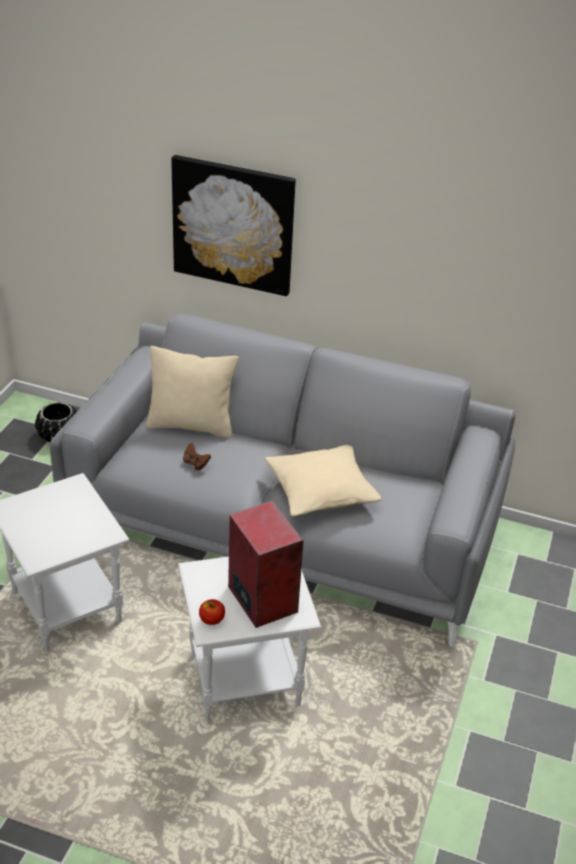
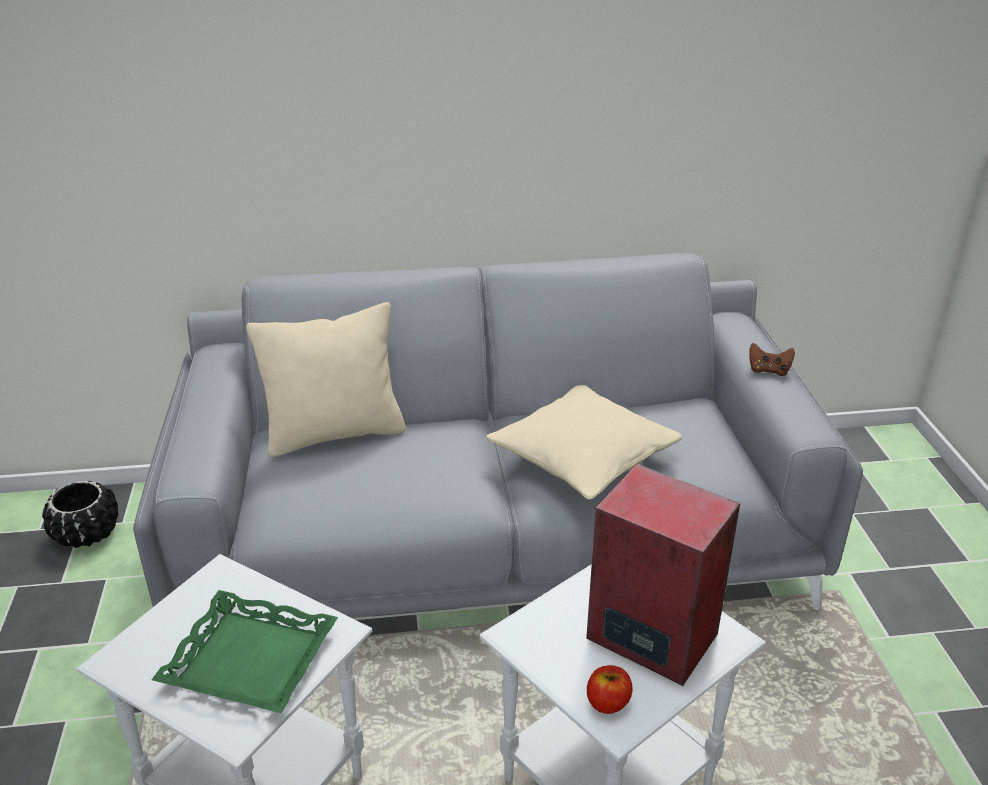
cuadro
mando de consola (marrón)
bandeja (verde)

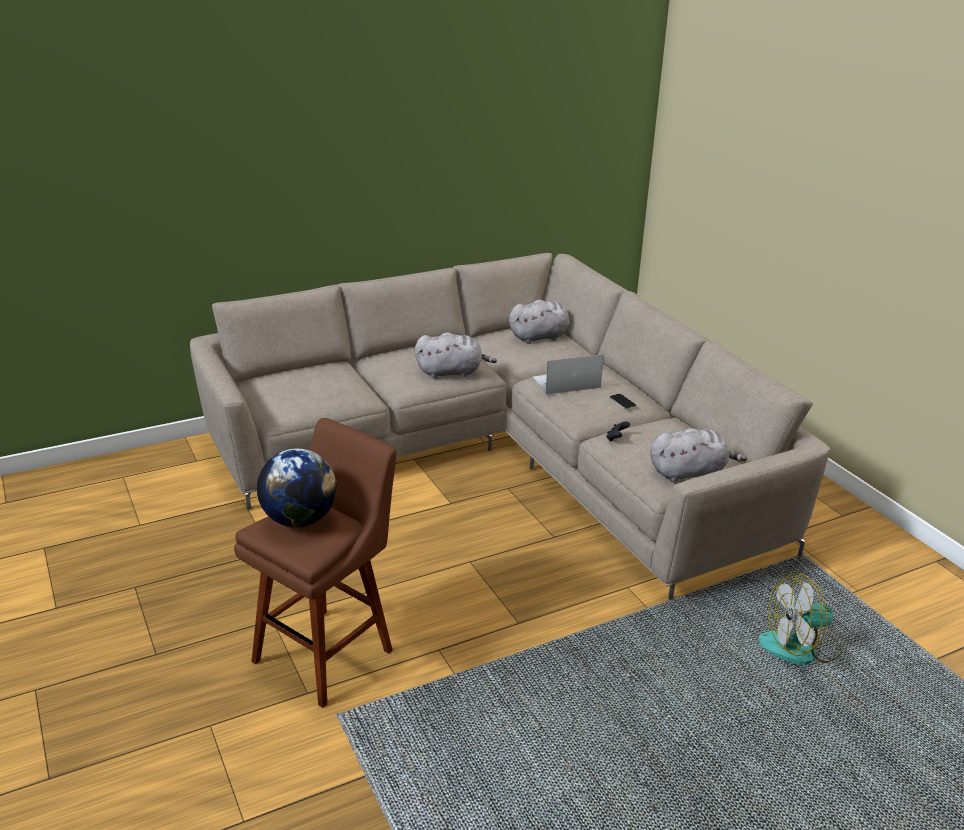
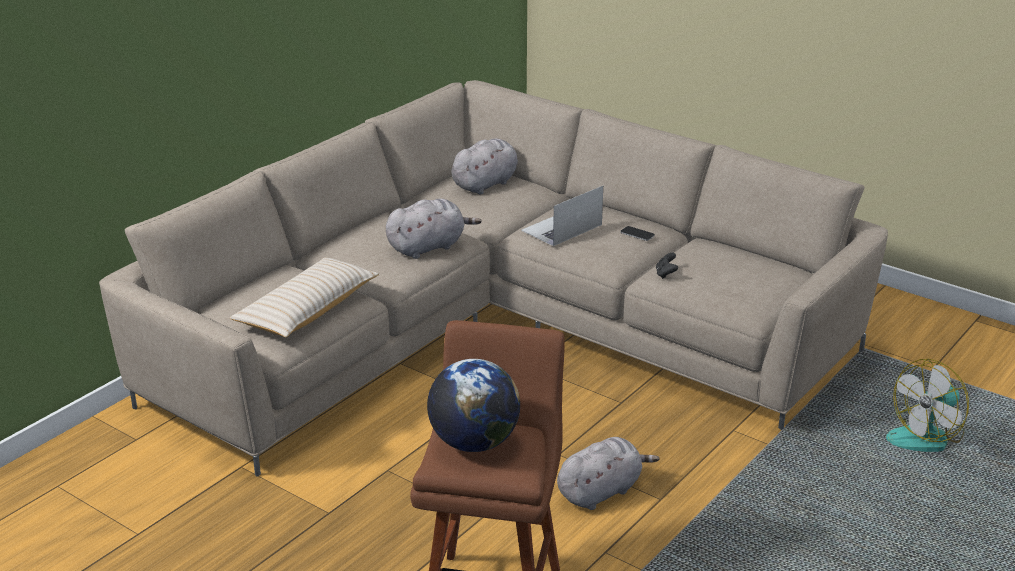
peluche (gris) (no. 3 from left)
cojín (beis)

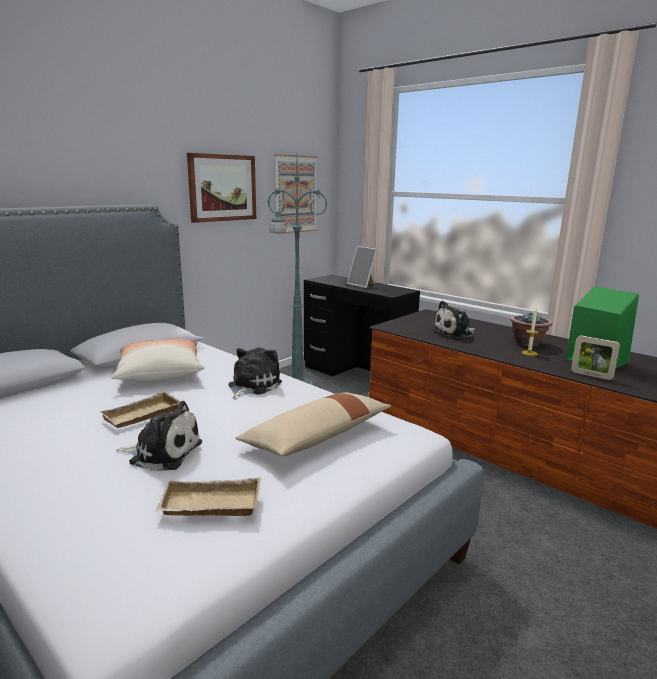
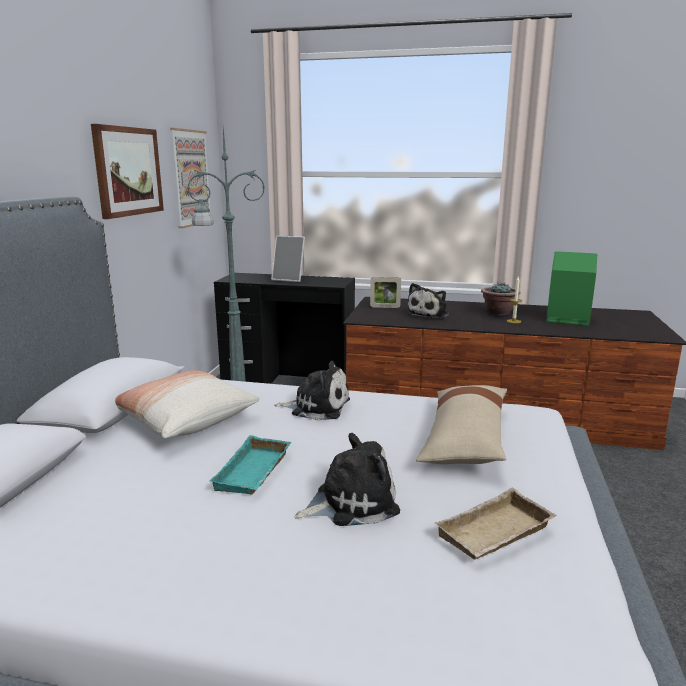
portarretratos (no. 2 from left)
peluche (no. 1 from left)
bandeja (turquesa)

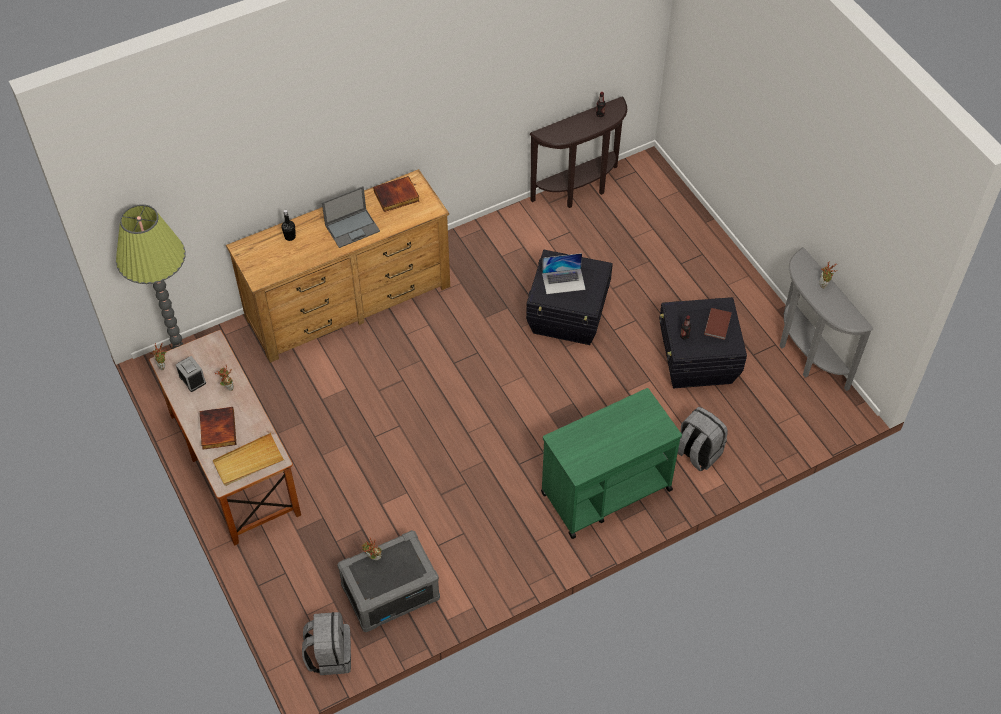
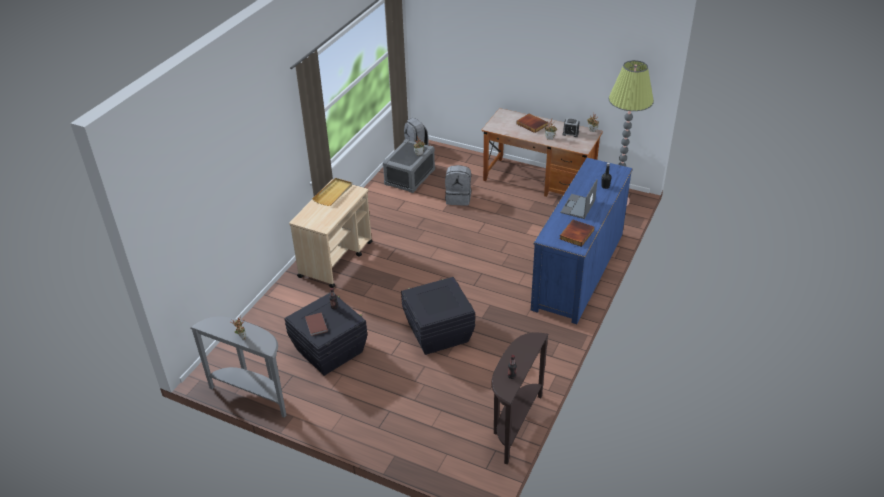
cómoda (azul)
portátil (no. 2 from left in the first image)
carrito (beis)
mochila (gris) (no. 2 from left)
bandeja (beis)

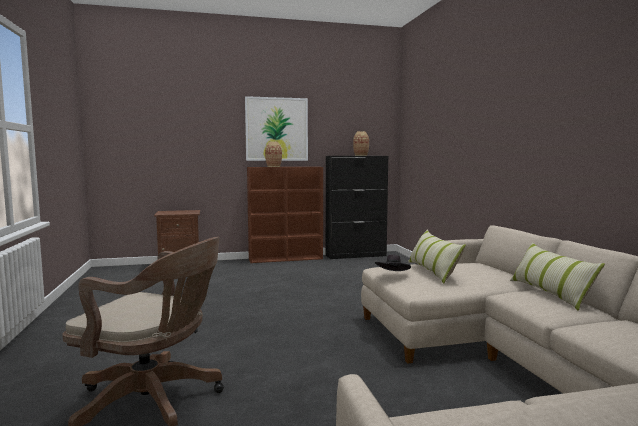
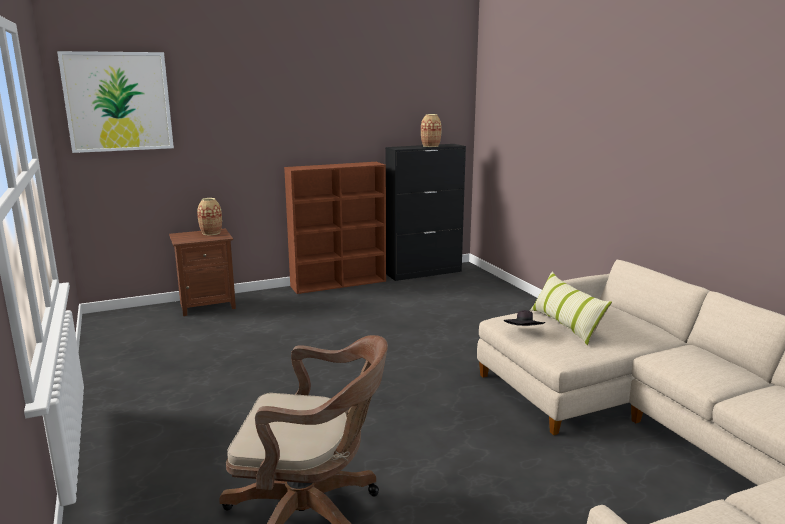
cuadro
florero (no. 1 from left)
cojín (no. 2 from left in the first image)

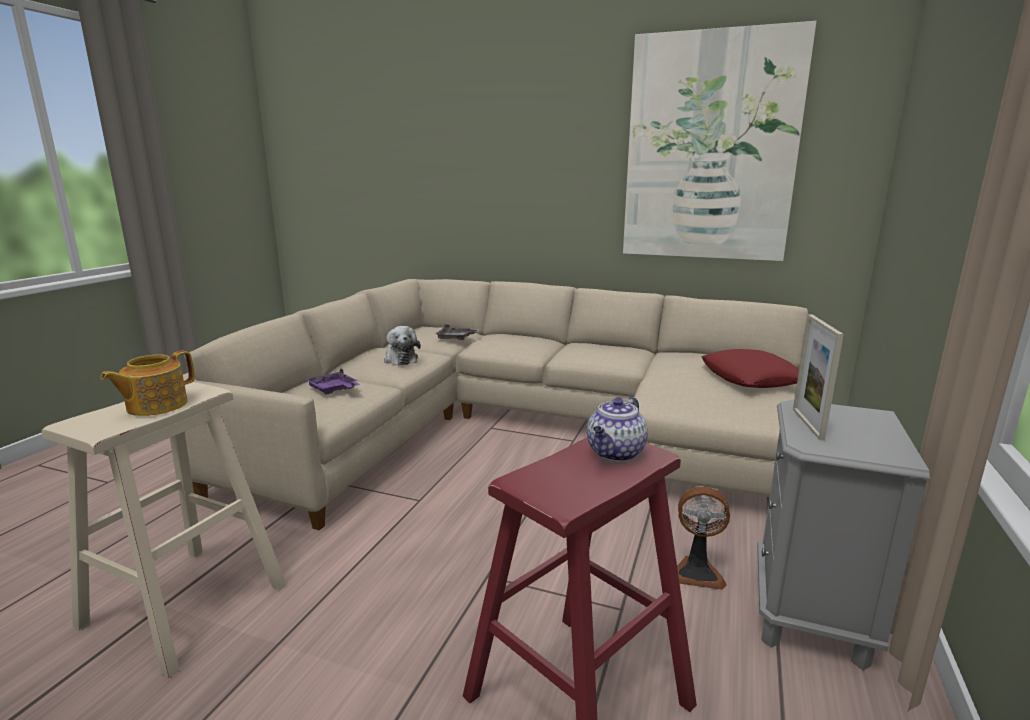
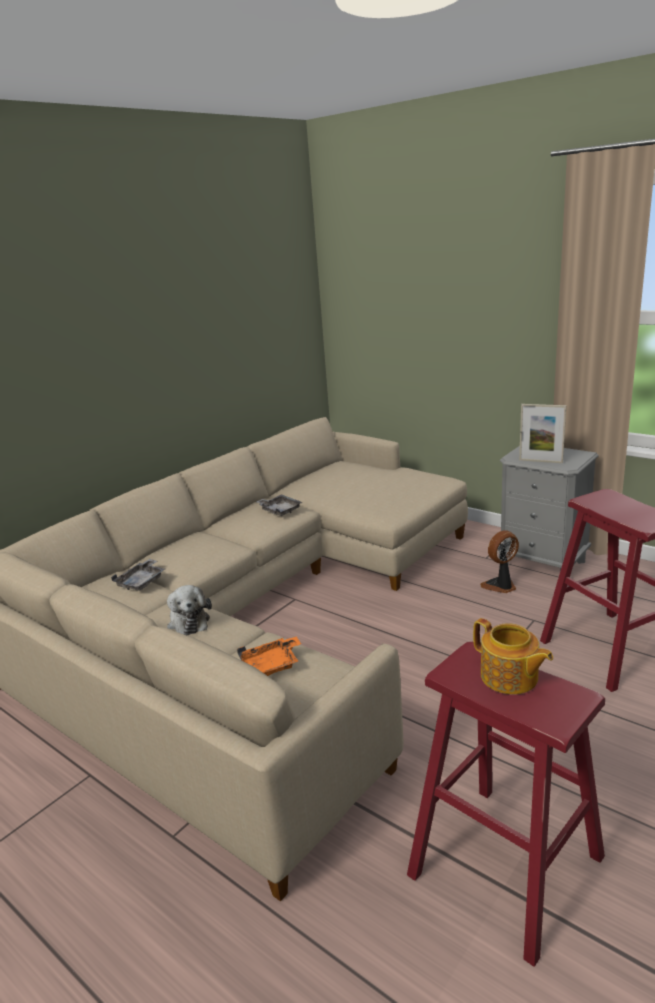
cuadro
peluche
cojín (rojo)
bandeja (naranja)
taburete (rojo) (no. 1 from left)
tetera (no. 2 from left in the first image)
ventilador
bandeja (gris) (no. 2 from left)

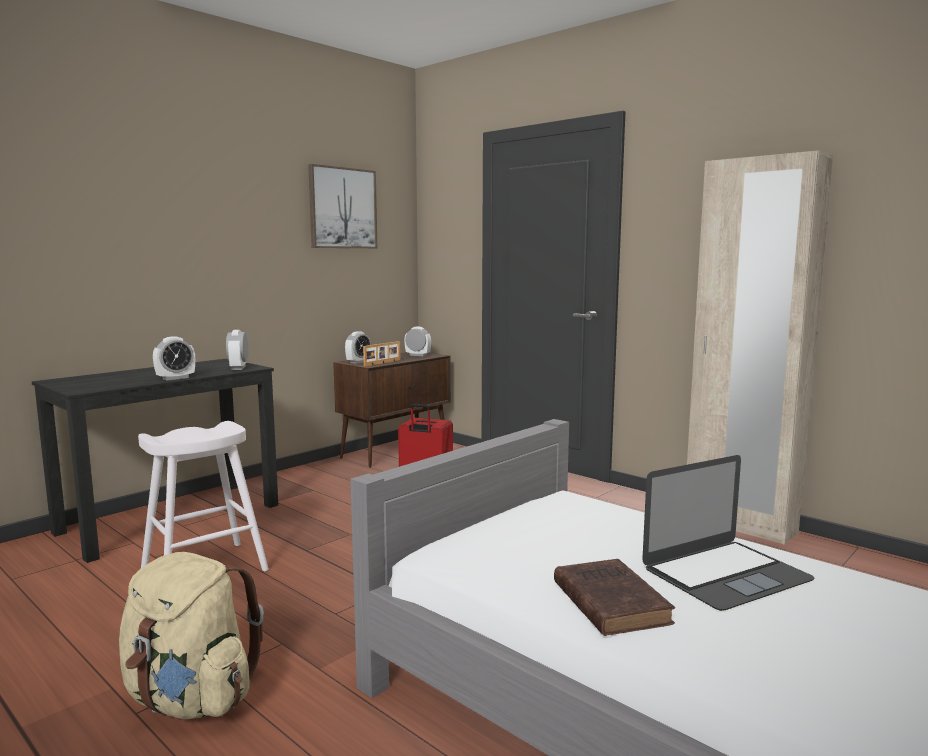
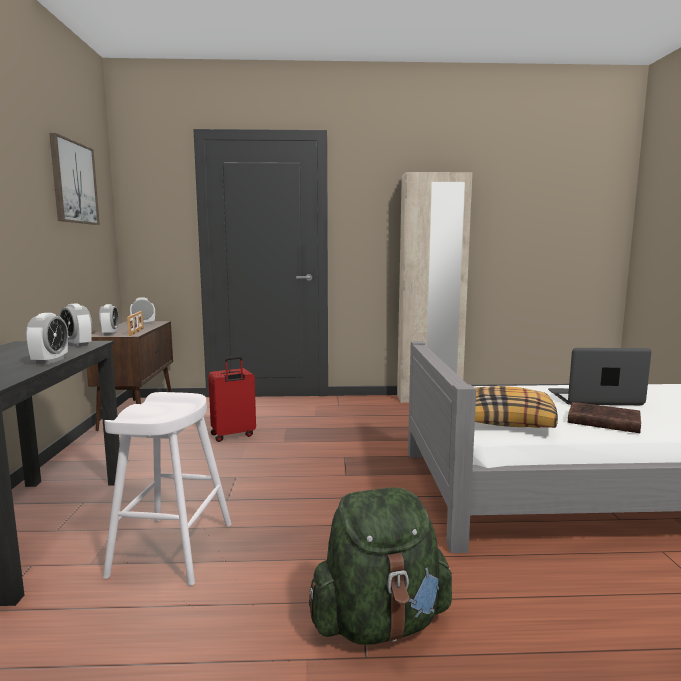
portátil
mochila (verde)
cojín

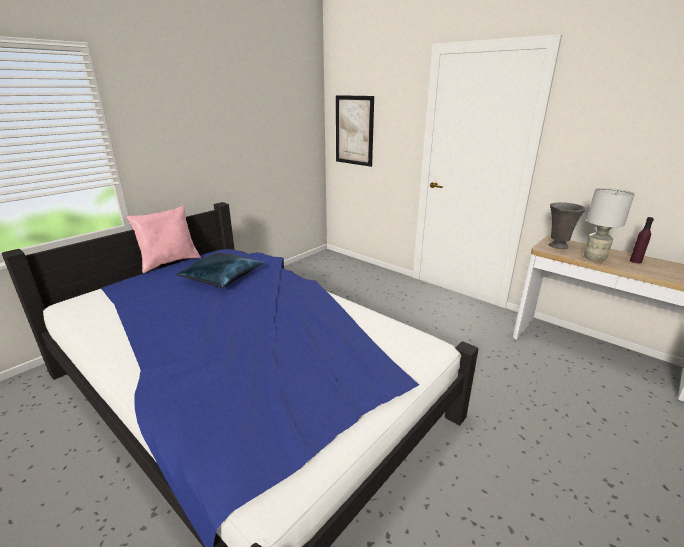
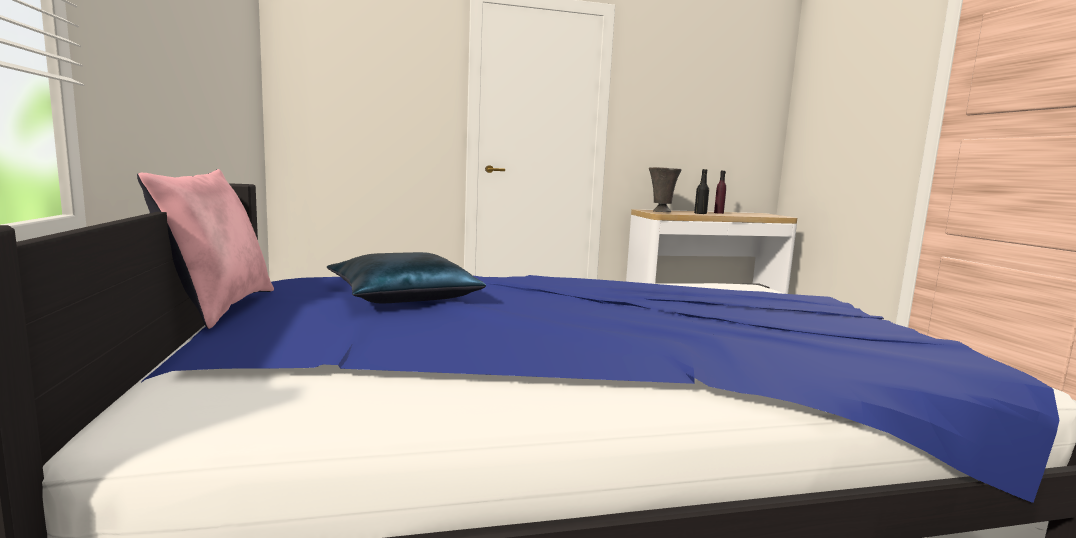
cuadro
botella (negro)

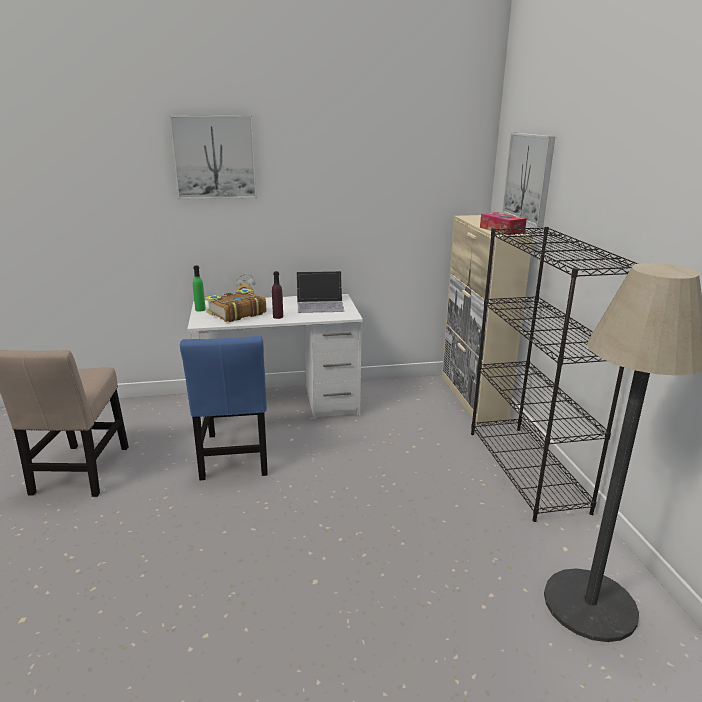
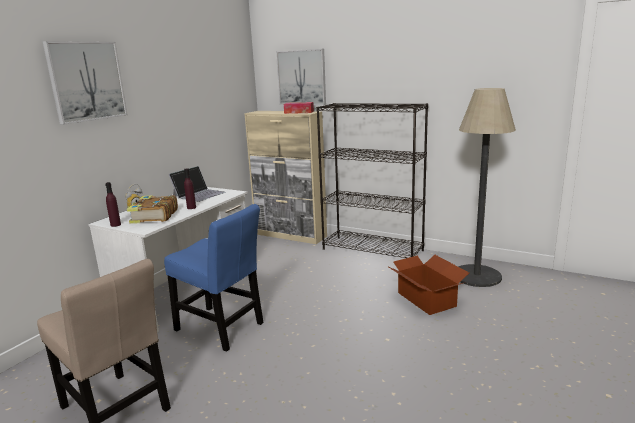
botella (morado) (no. 1 from left)
caja de cartón

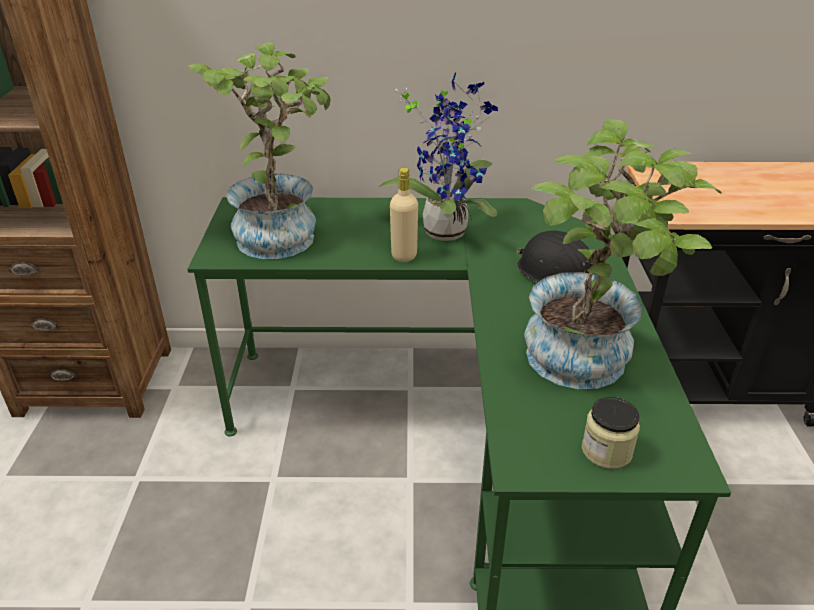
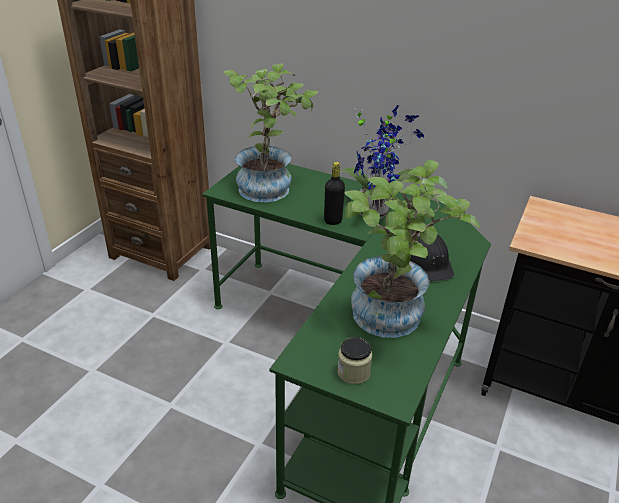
botella (negro)

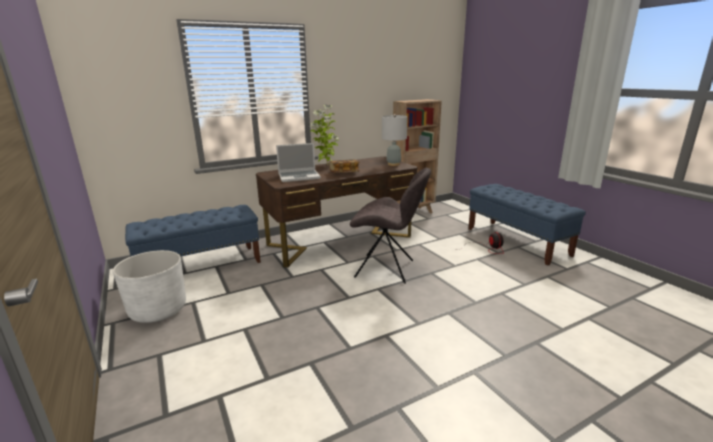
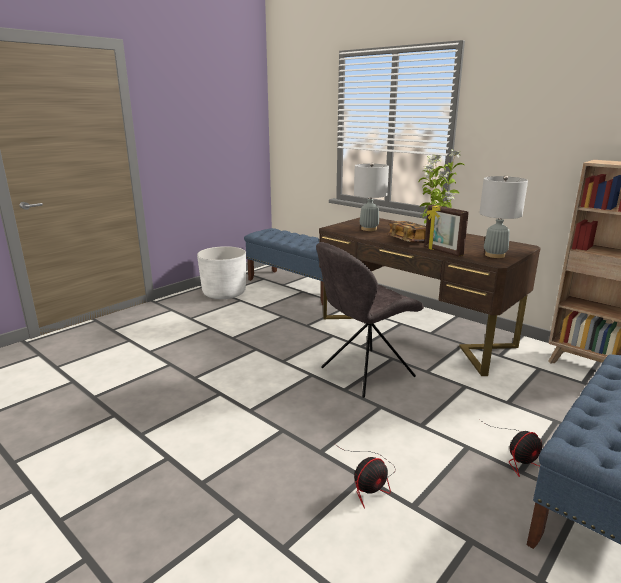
lámpara de mesa (gris) (no. 1 from left)
silla (gris)
portarretratos
ventilador (no. 1 from left)

